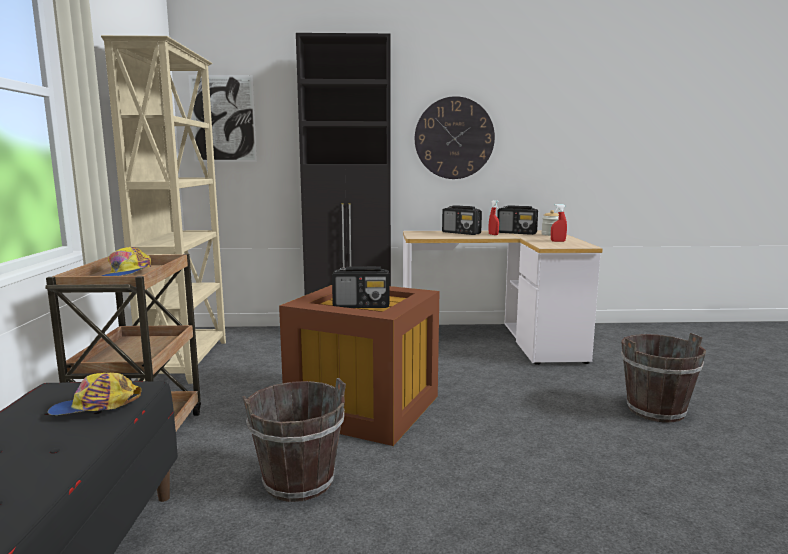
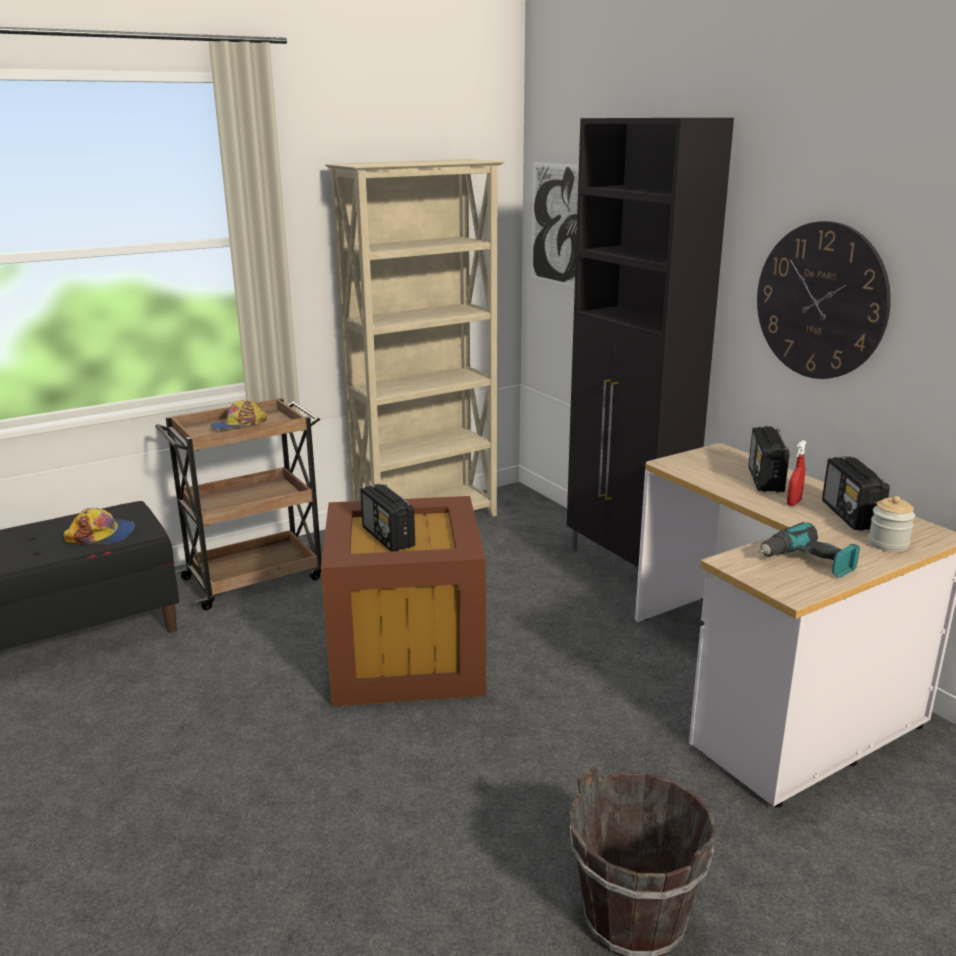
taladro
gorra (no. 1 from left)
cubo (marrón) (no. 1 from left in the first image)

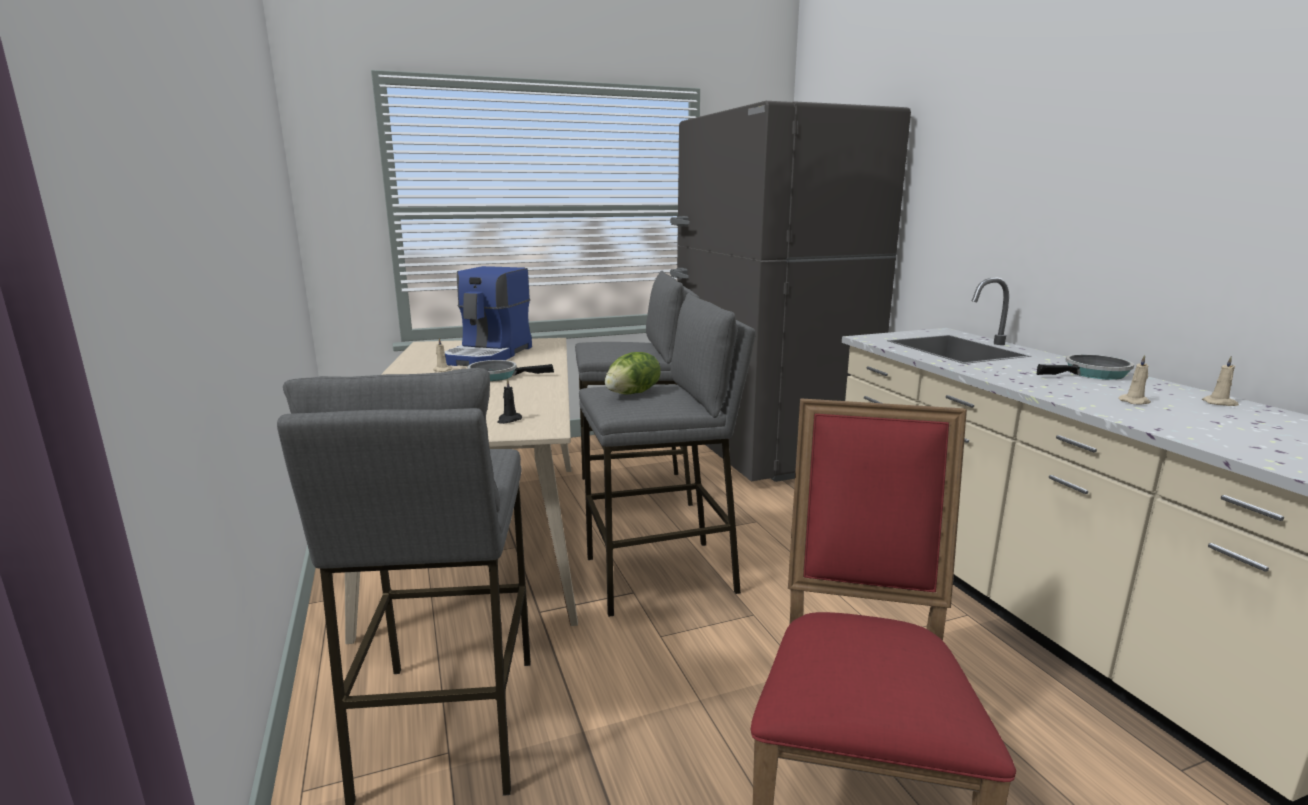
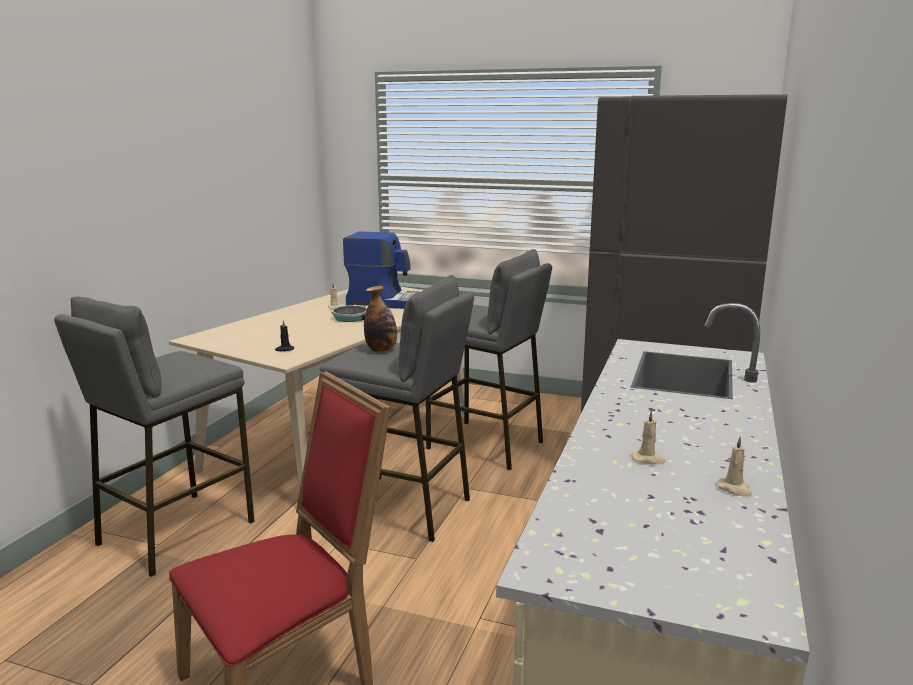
cafetera
botella
sartén (no. 2 from left in the first image)

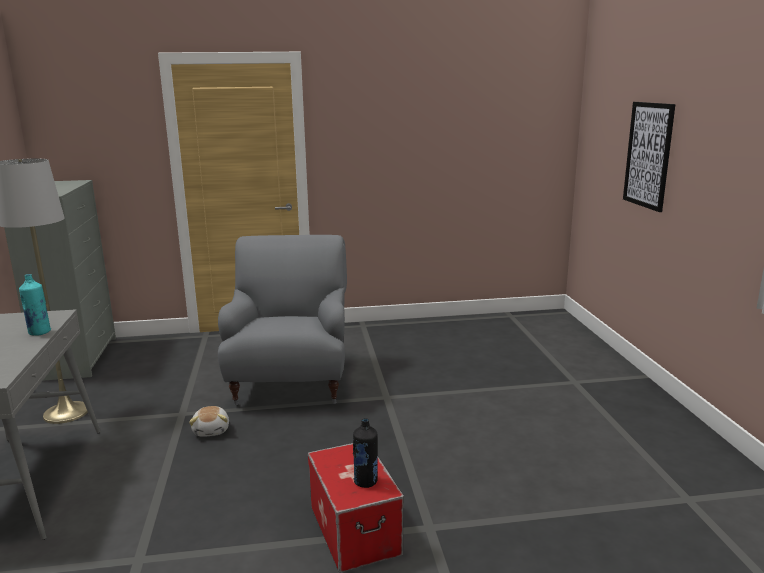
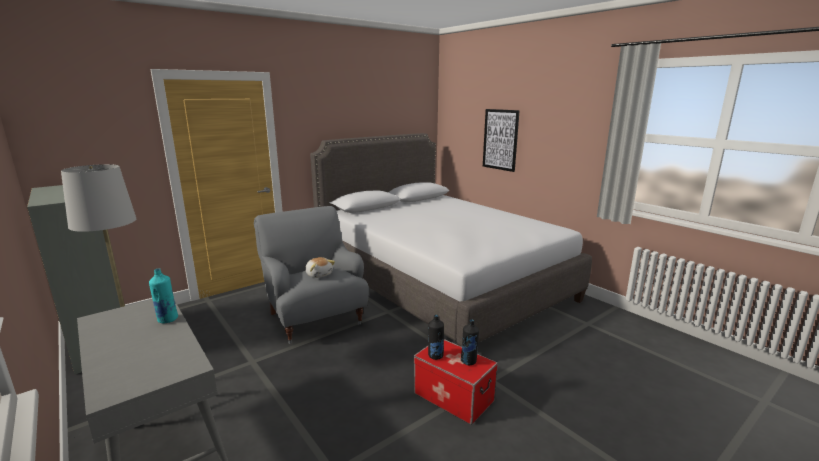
peluche
cama (gris)
botella (negro) (no. 1 from left)

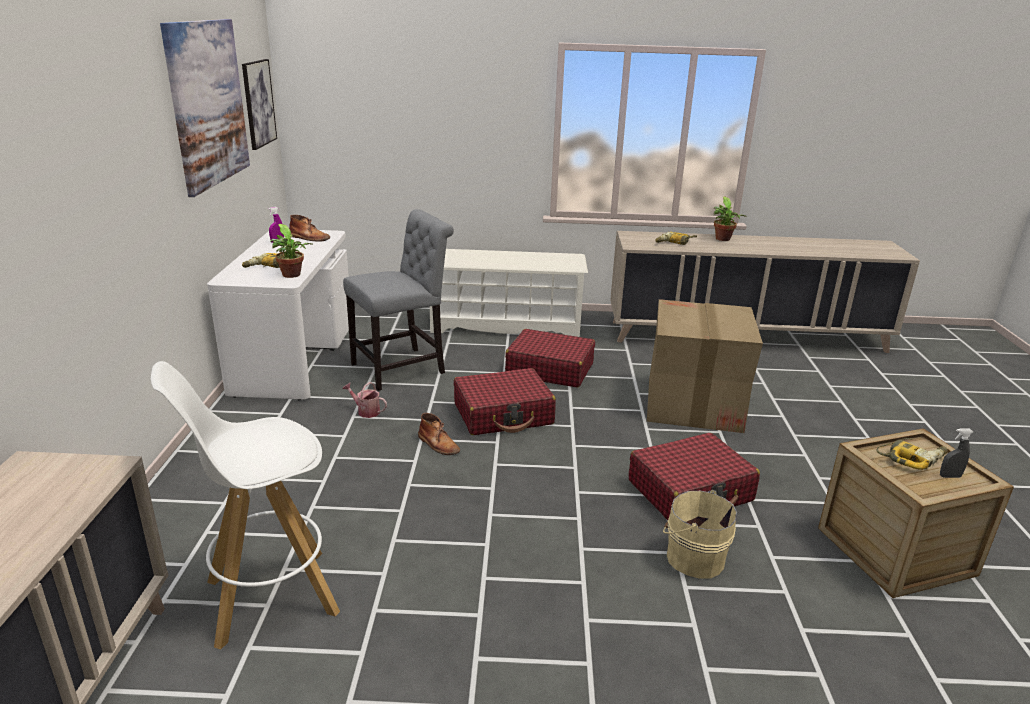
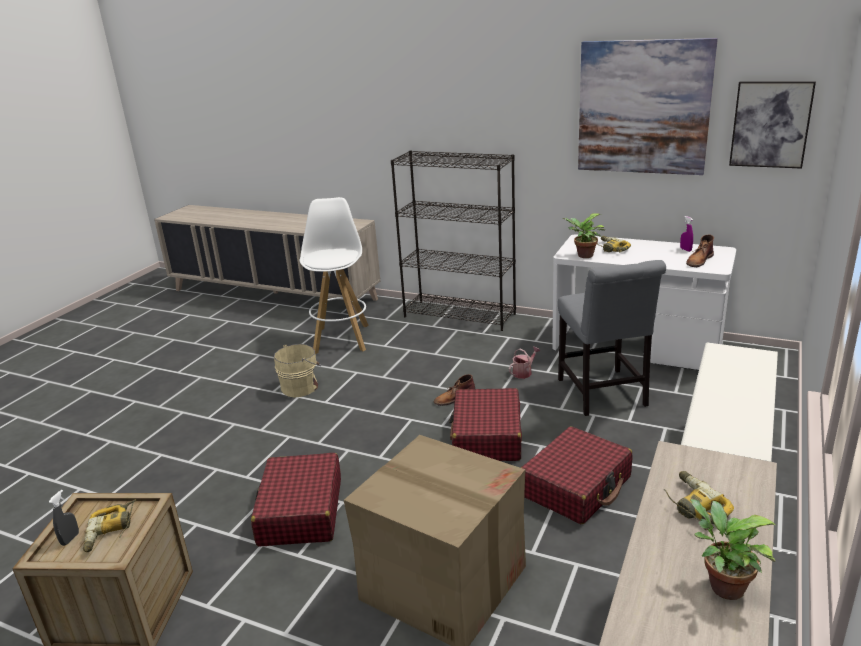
cubo (beis)
estantería (negro)

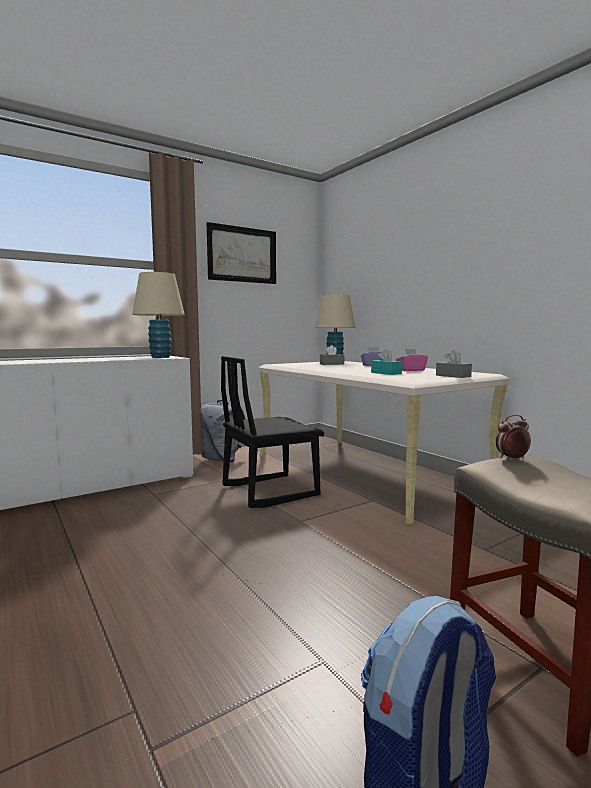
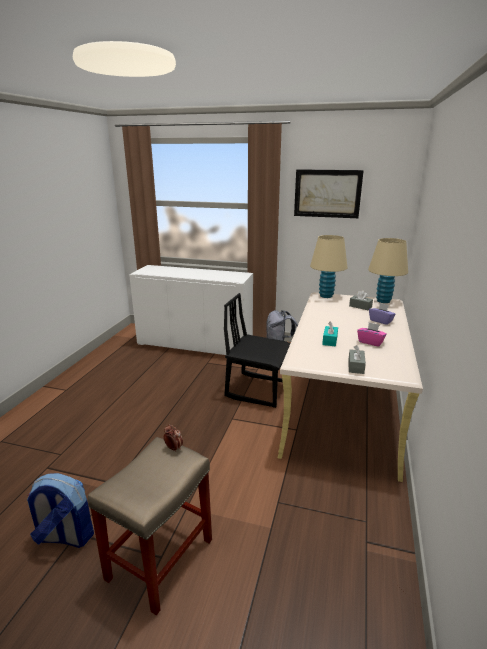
lámpara de mesa (beis) (no. 1 from left)

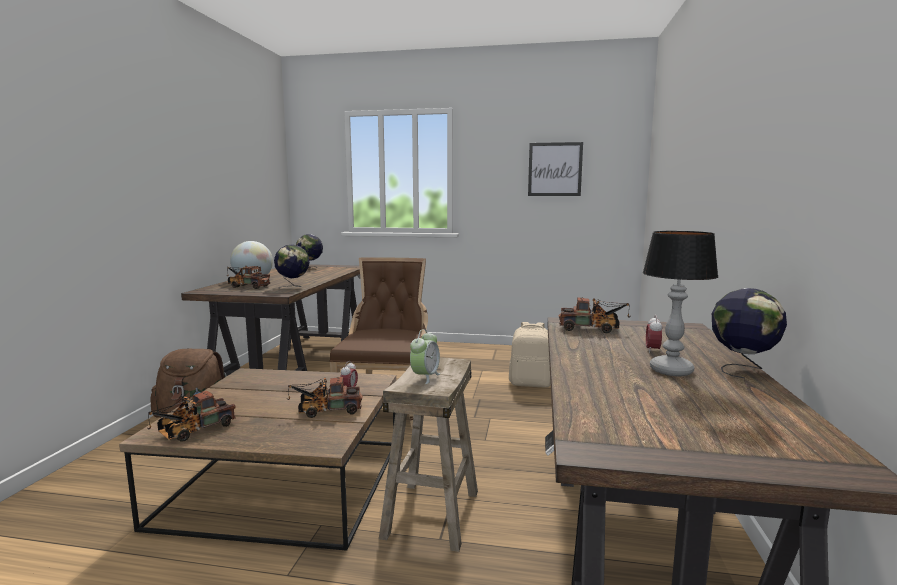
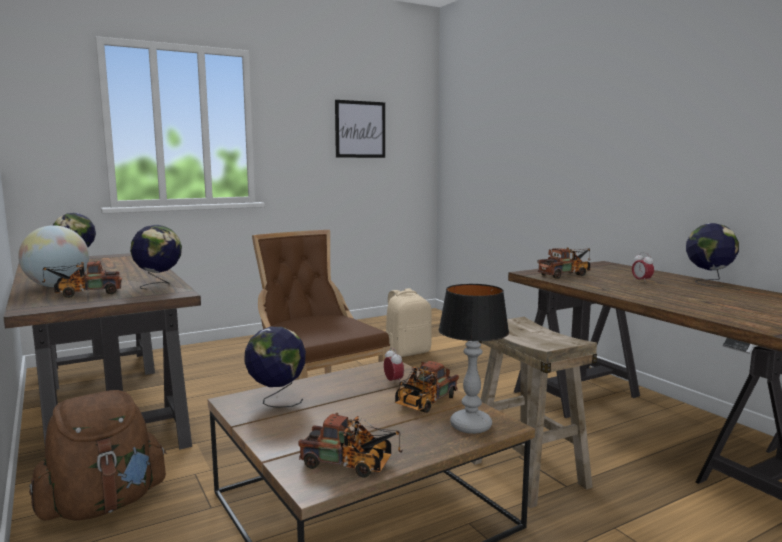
lámpara de mesa
despertador (no. 2 from left in the first image)
camión de juguete (no. 2 from left)
globo terráqueo (no. 4 from left)

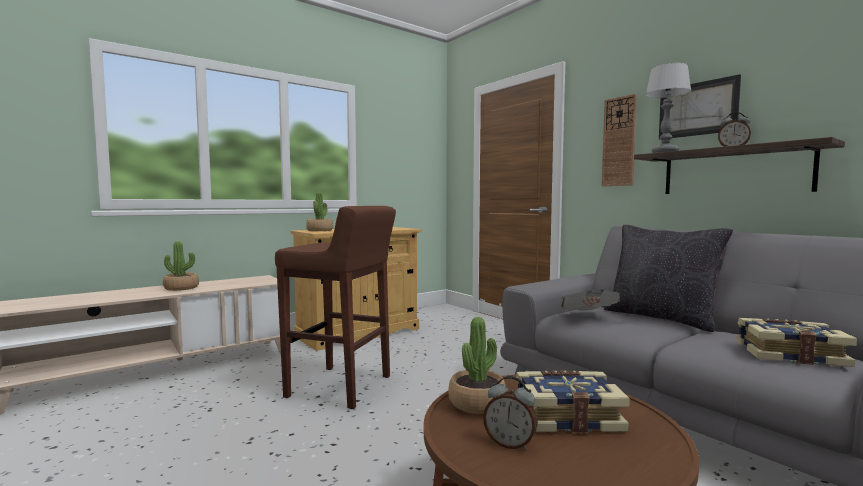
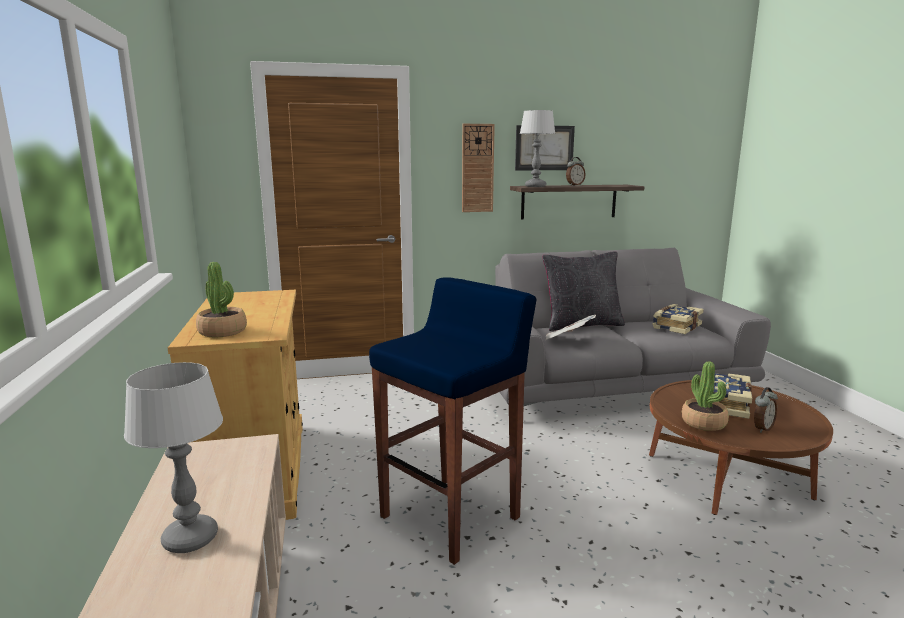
taburete (azul)
lámpara de mesa (no. 1 from left)

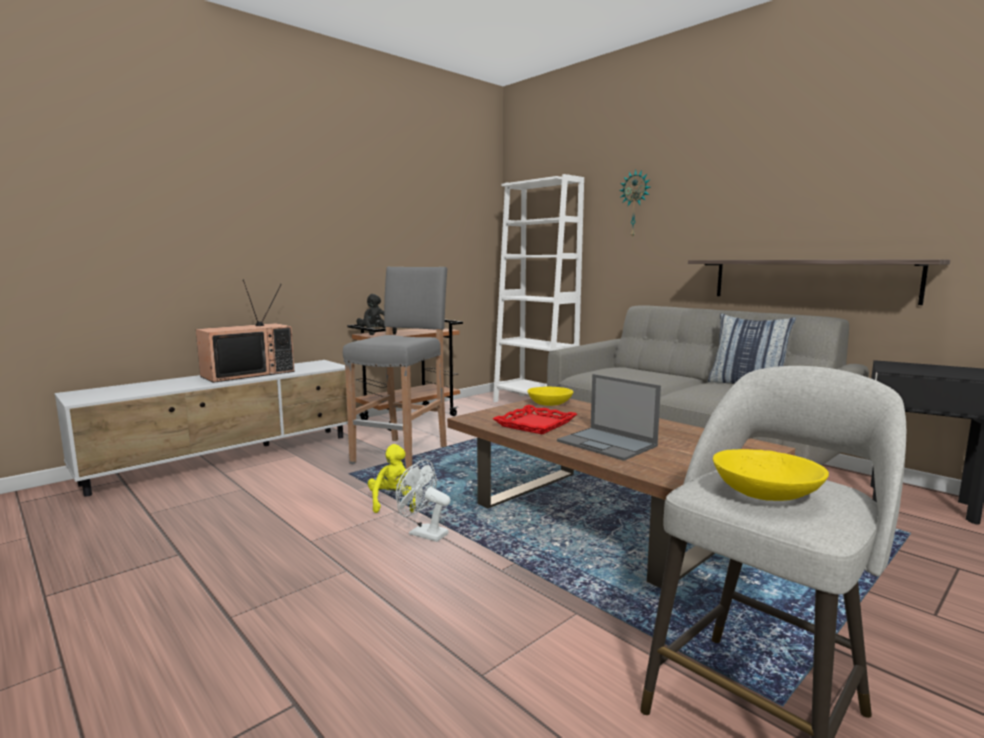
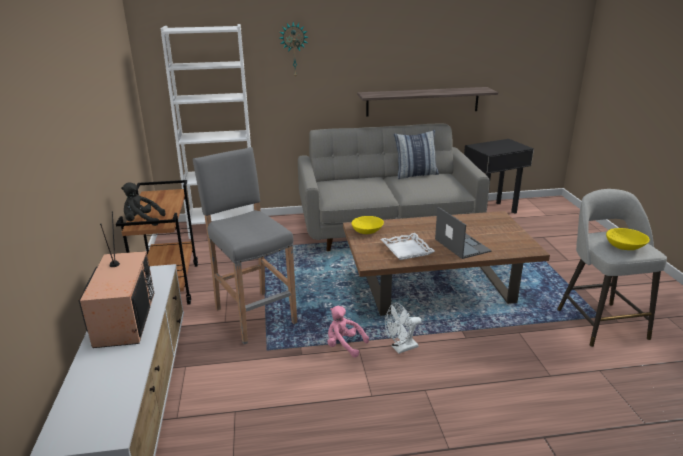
portátil
bandeja (blanco)
peluche (rosa)

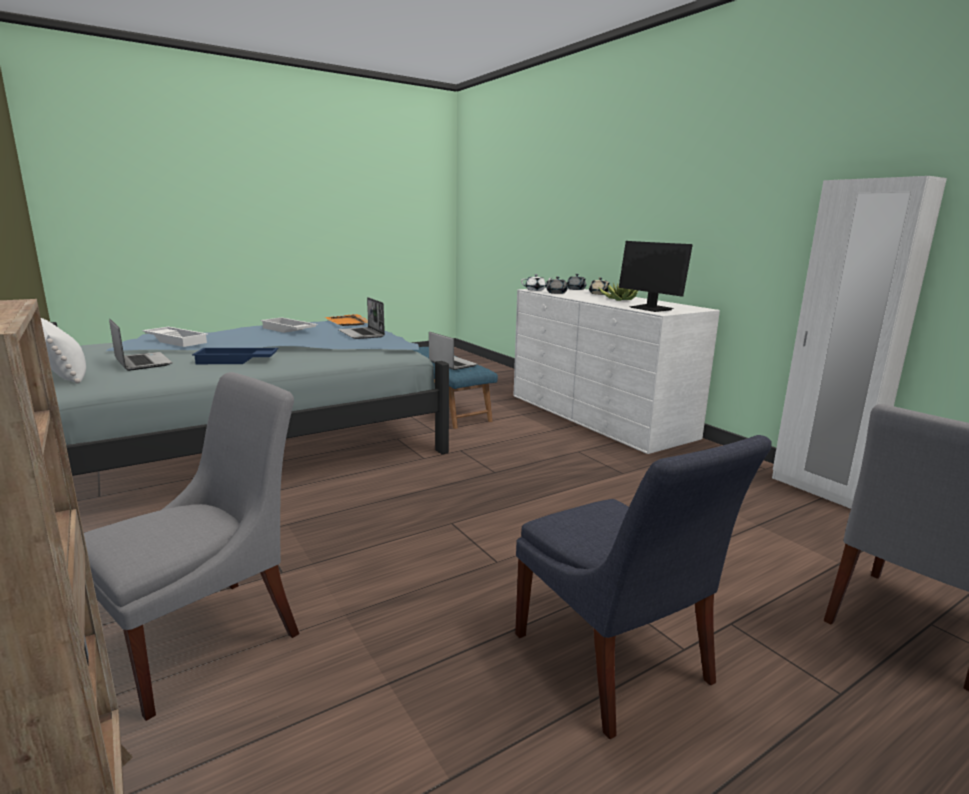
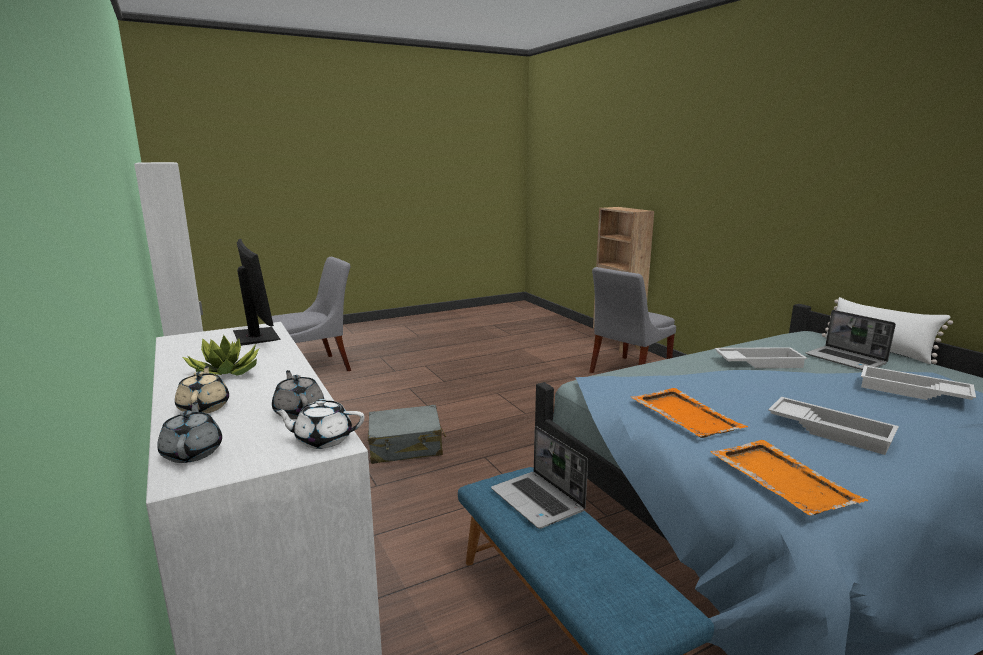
bandeja (naranja) (no. 1 from left)
bandeja (blanco) (no. 1 from left)
silla (azul)
maleta (gris)

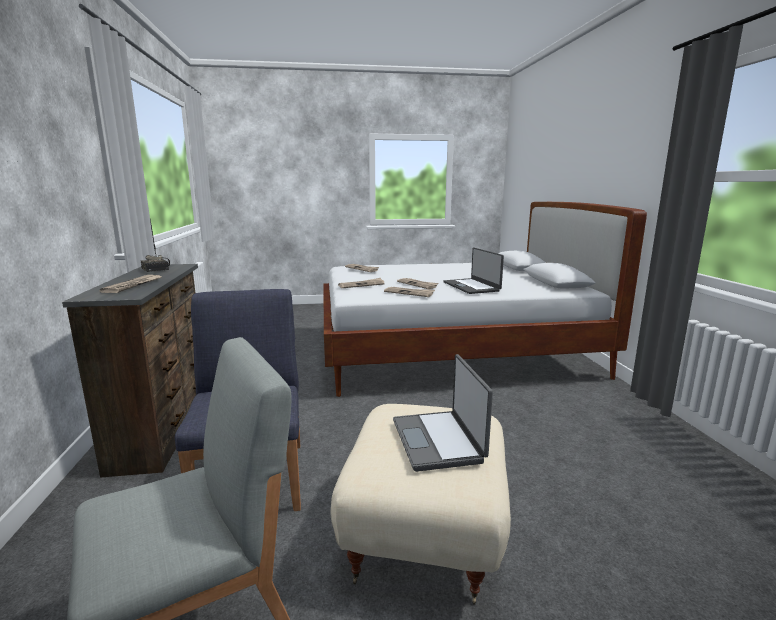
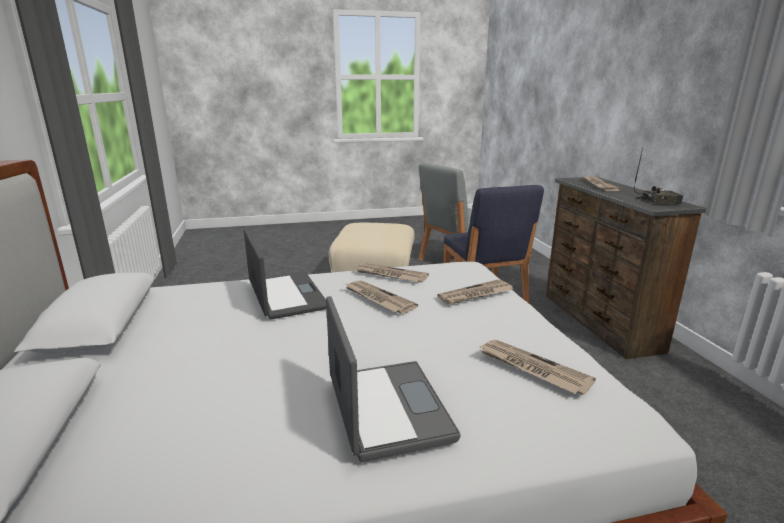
radio
portátil (no. 2 from left)

